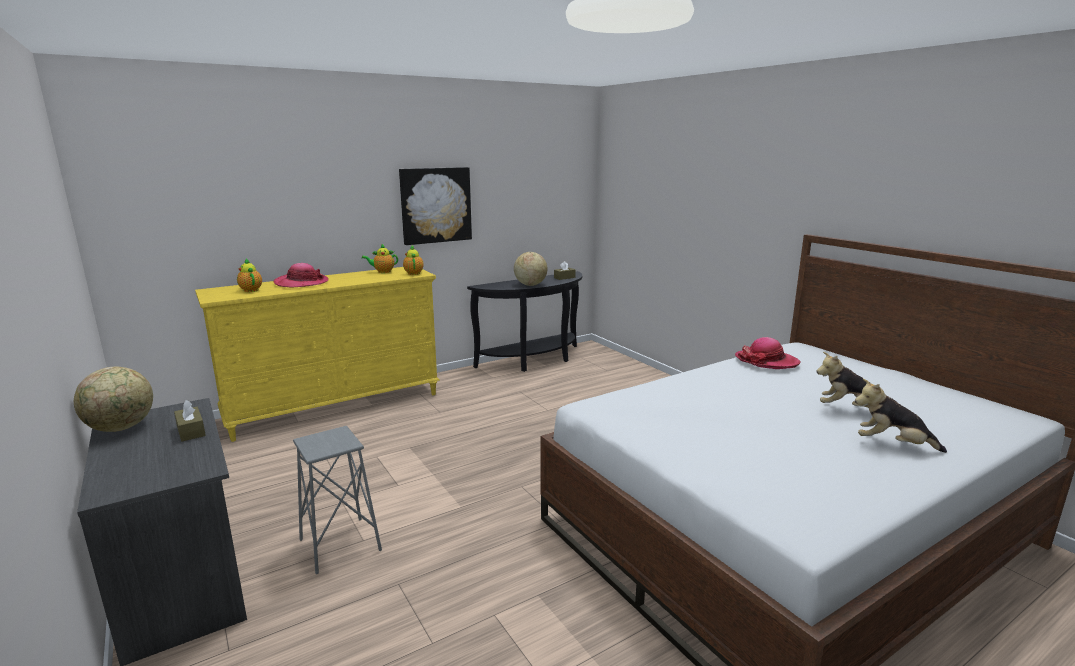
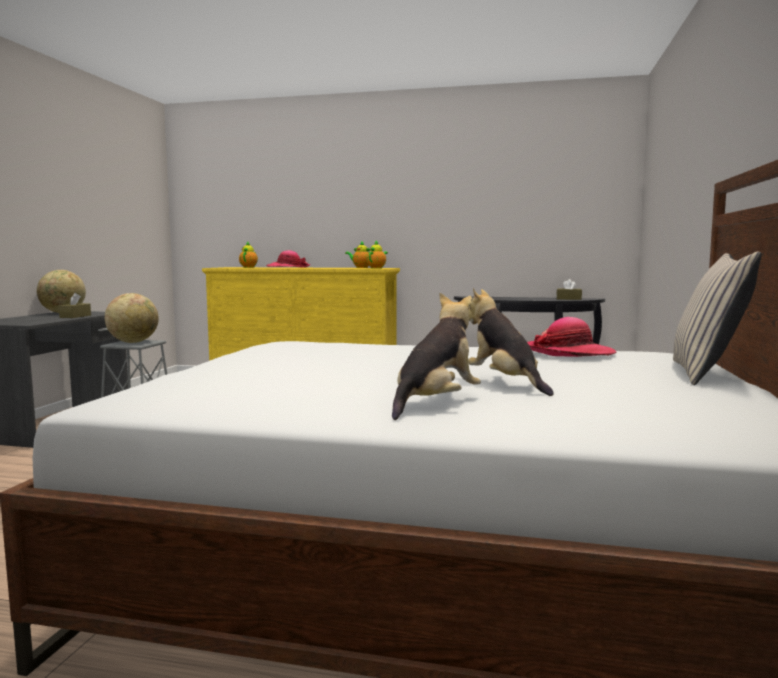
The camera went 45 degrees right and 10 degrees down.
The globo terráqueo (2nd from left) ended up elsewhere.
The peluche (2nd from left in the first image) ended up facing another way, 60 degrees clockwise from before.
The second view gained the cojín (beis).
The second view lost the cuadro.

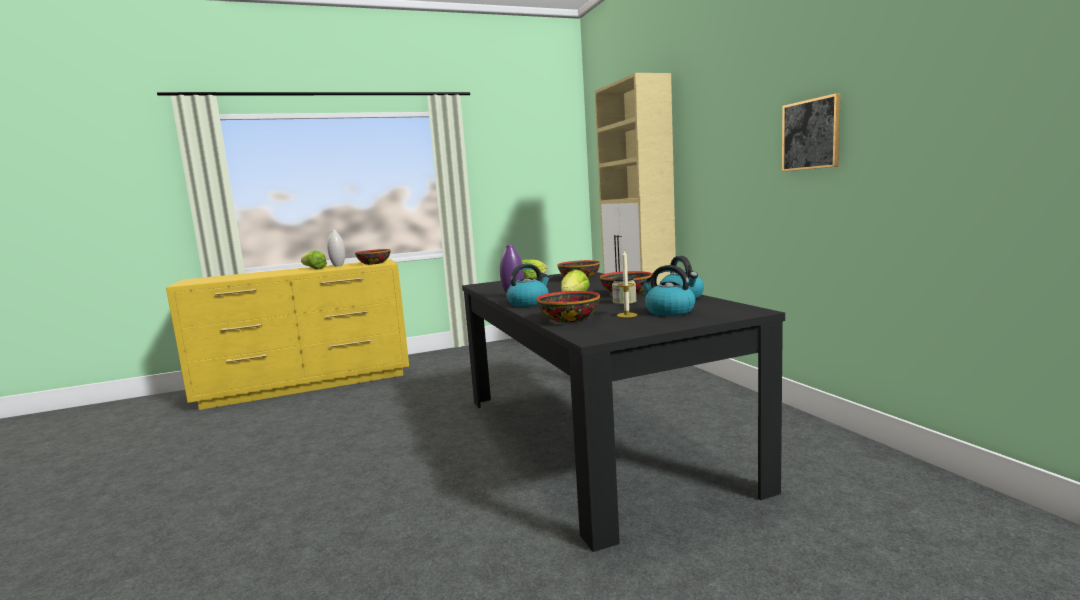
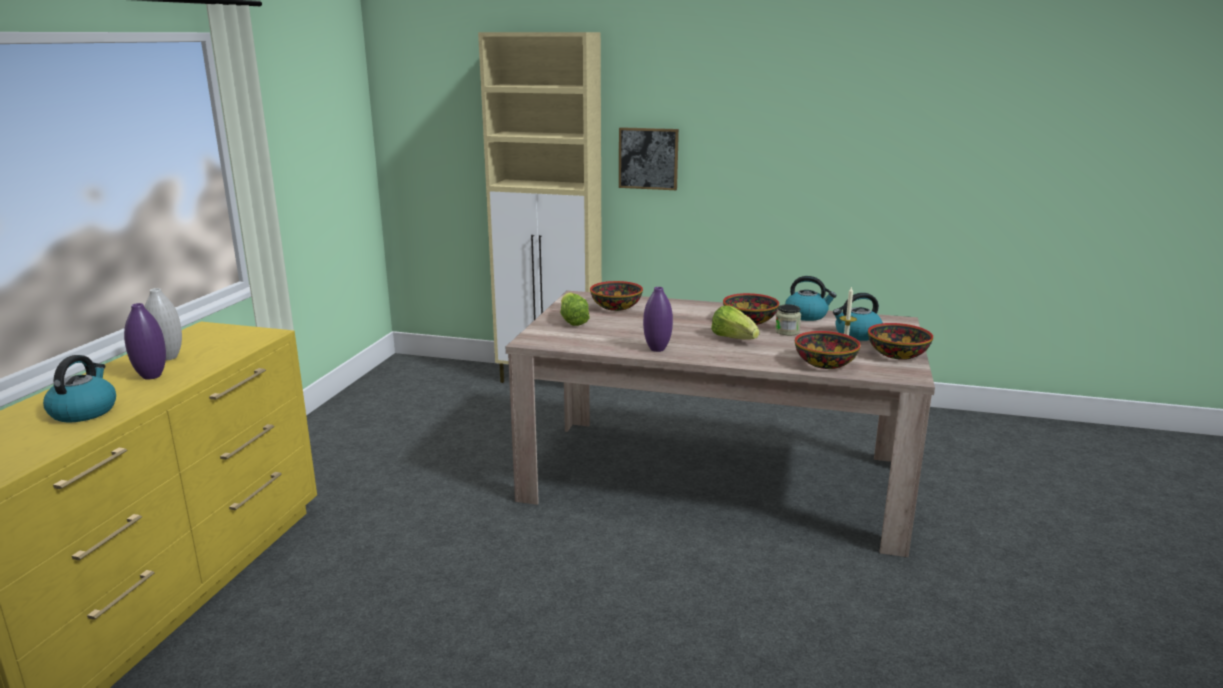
The camera went 55 degrees left and 10 degrees up.
The hervidor (1st from left) ended up elsewhere.
Where the lechuga (1st from left) stood, the florero (morado) (1st from left) came to stand.
What was the mesa de comedor (negro) turned into the mesa de comedor (beis).
The cuadro ended up elsewhere.
The cuenco (1st from left in the first image) ended up elsewhere.

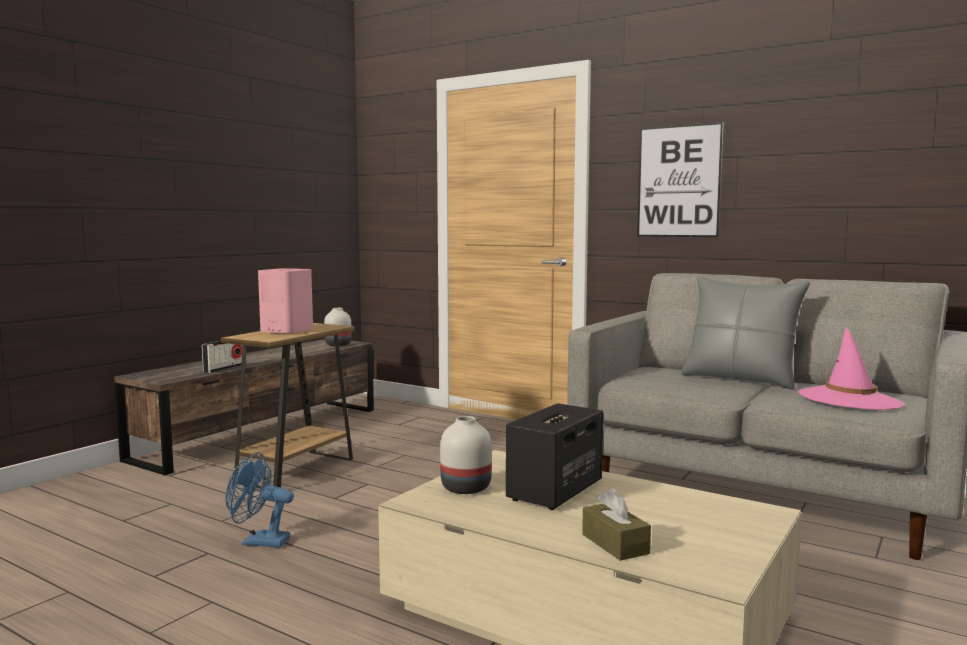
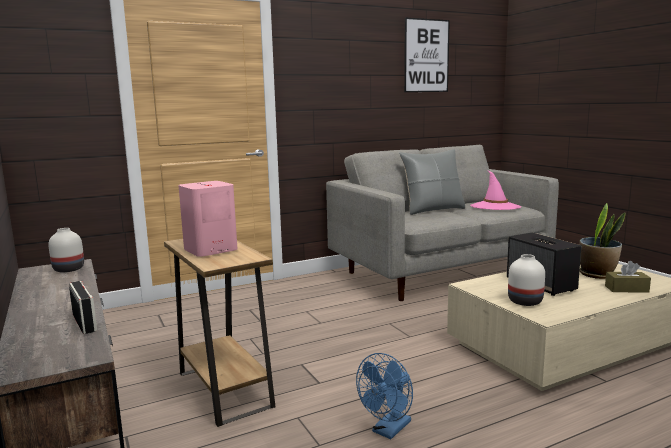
The camera went 60 degrees left and 5 degrees up.
The cuadro ended up elsewhere.
The second view gained the planta en maceta.

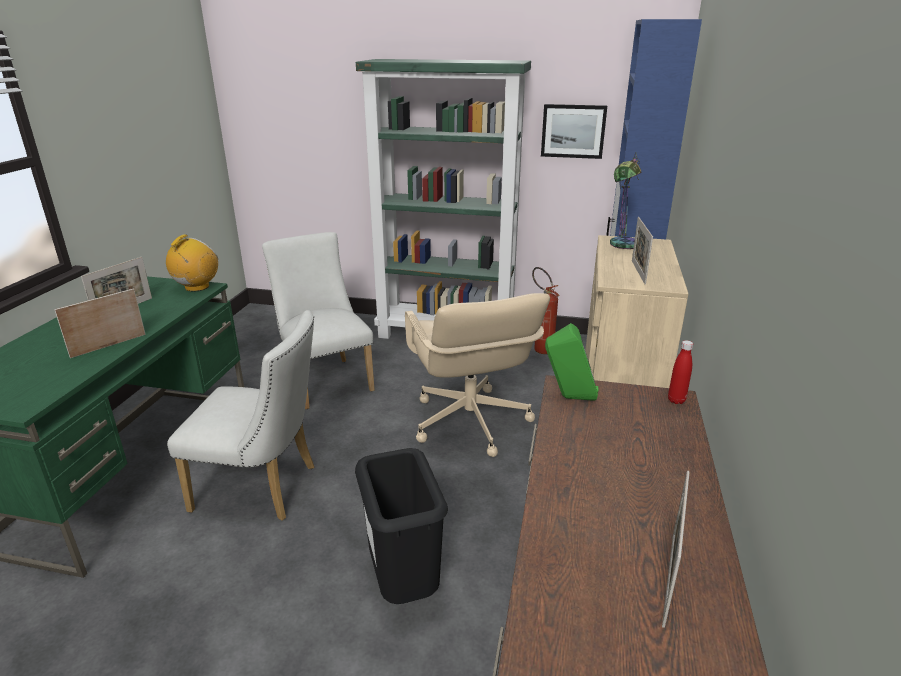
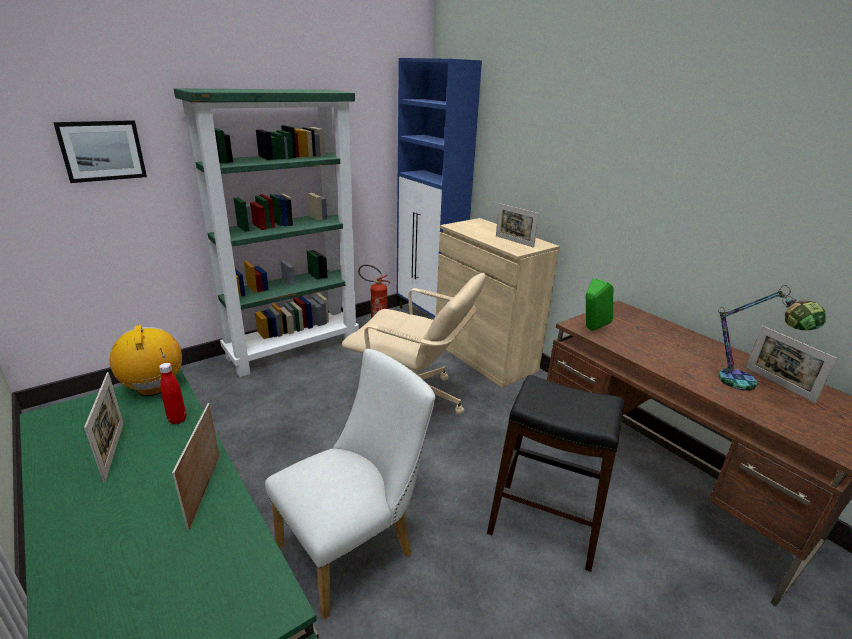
The camera went 50 degrees left and 0 degrees up.
The cuadro ended up elsewhere.
The botella (rojo) ended up elsewhere.
Where the papelera (negro) stood, the taburete (negro) came to stand.
The lámpara de mesa ended up elsewhere.
The second view lost the silla (blanco) (2nd from left).

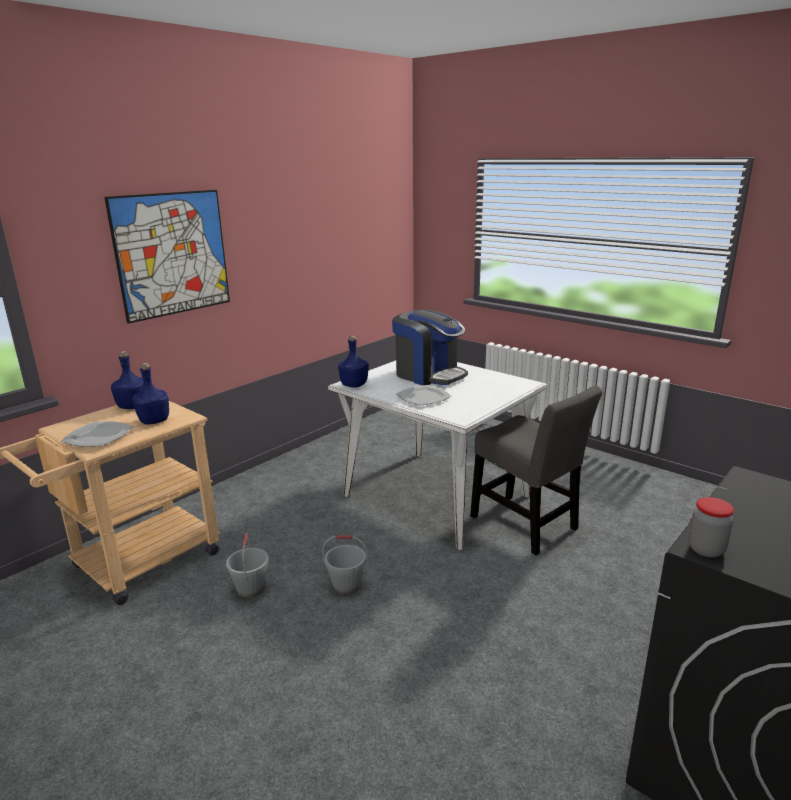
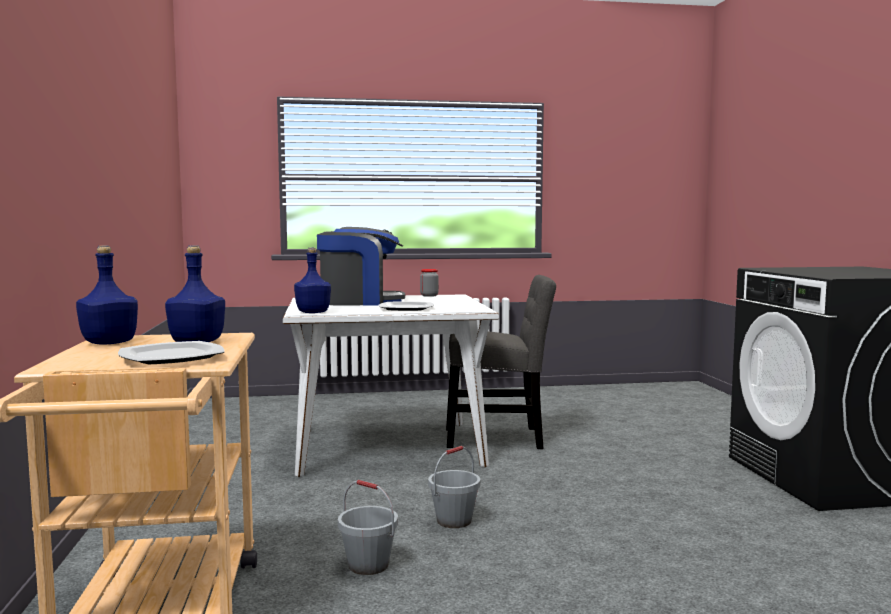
The camera went 50 degrees left and 15 degrees down.
The tarro ended up elsewhere.
The second view lost the cuadro.

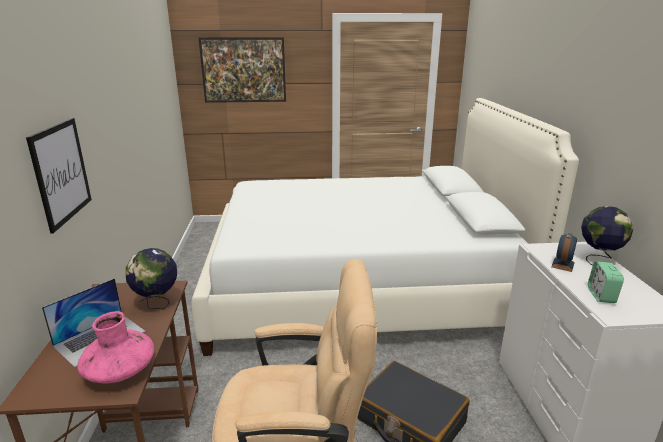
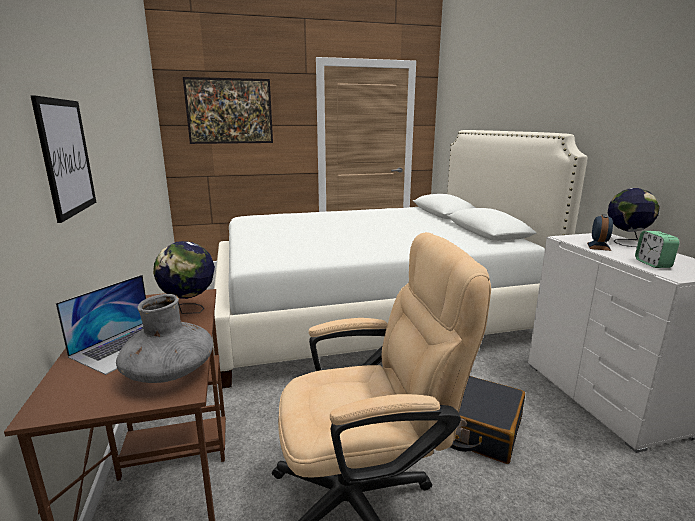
The camera went 10 degrees left and 5 degrees down.
What was the florero (rosa) turned into the florero (gris).

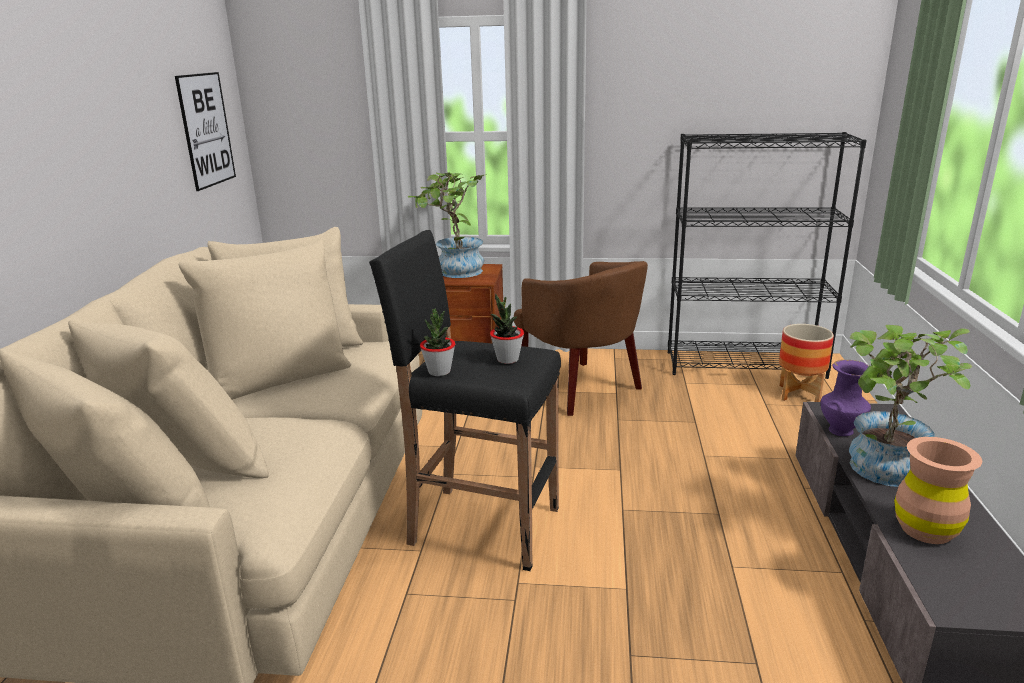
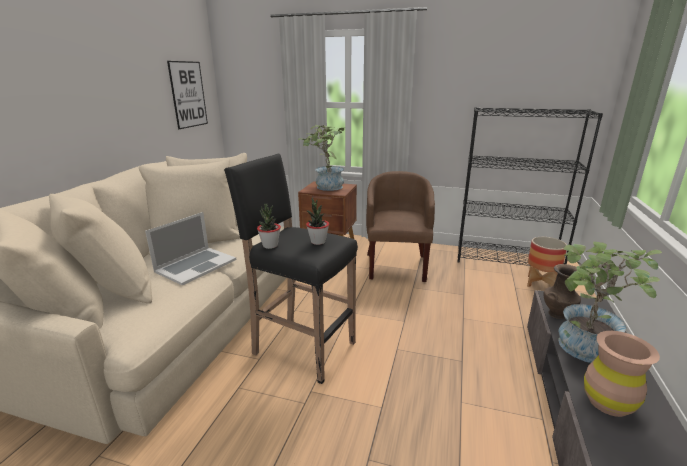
The camera went 10 degrees right and 0 degrees up.
The second view gained the portátil.
The sillón (marrón) ended up facing another way, 150 degrees counterclockwise from before.
What was the florero (morado) turned into the florero (marrón) (1st from left).

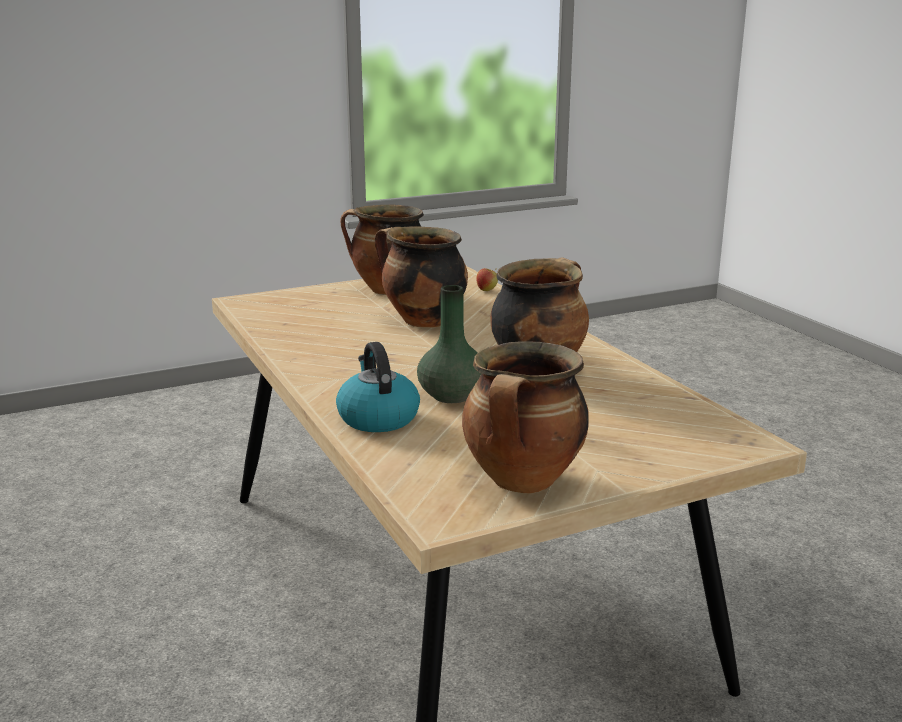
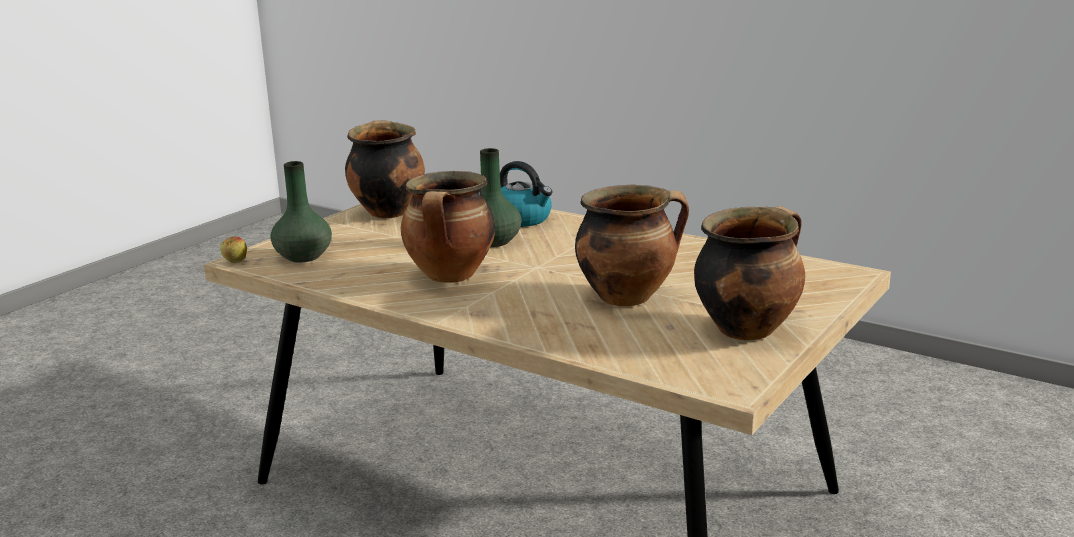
The camera went 150 degrees right and 0 degrees up.
The manzana ended up elsewhere.
The second view gained the florero (verde) (1st from left).

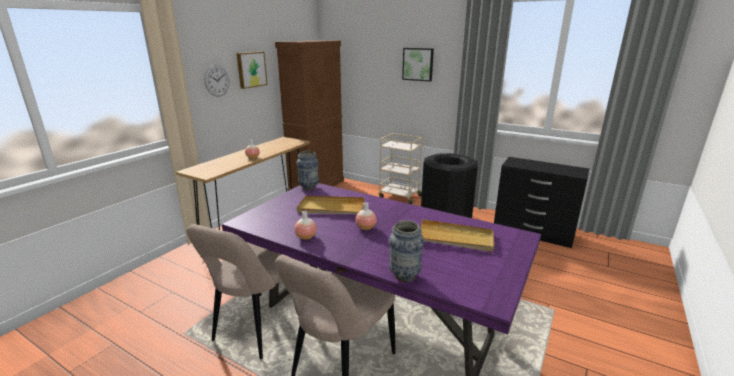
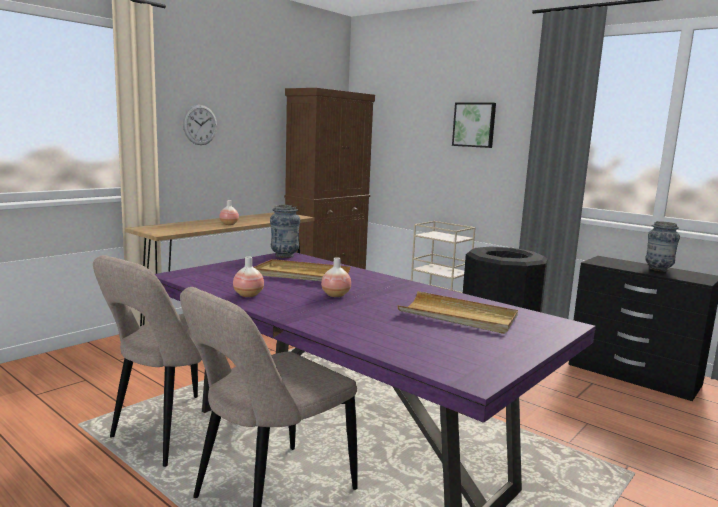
The camera went 10 degrees right and 10 degrees down.
The florero (5th from left) ended up elsewhere.
The second view lost the cuadro (1st from left).

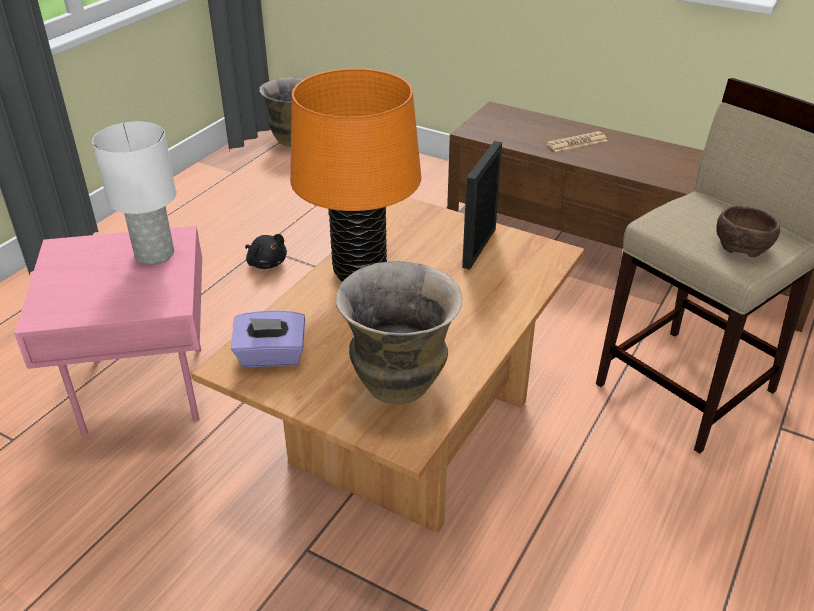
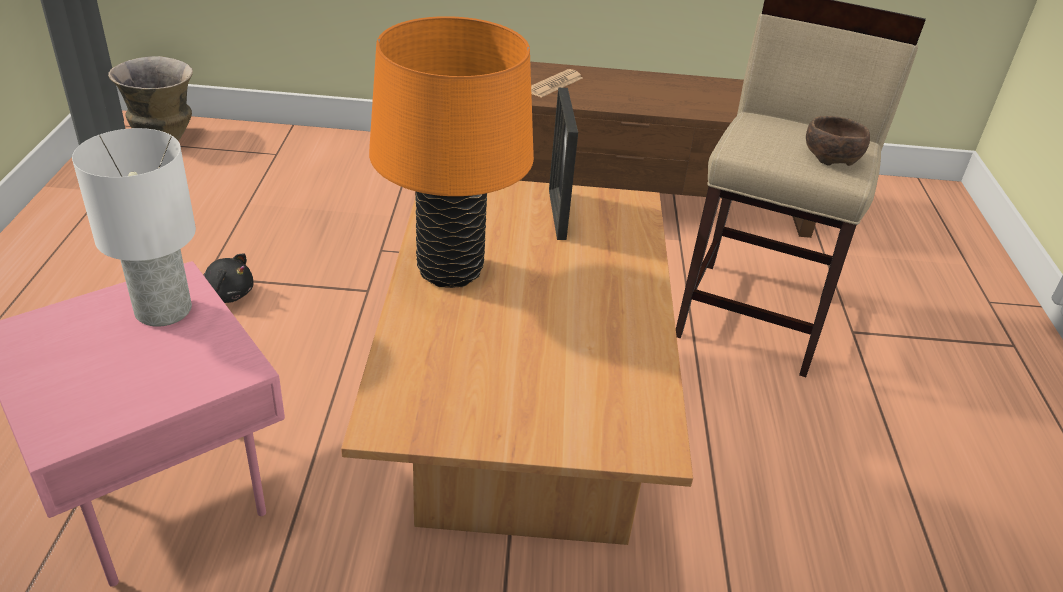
The camera went 30 degrees left and 0 degrees up.
The second view lost the caja de pañuelos (morado).
The second view lost the florero (2nd from left).

